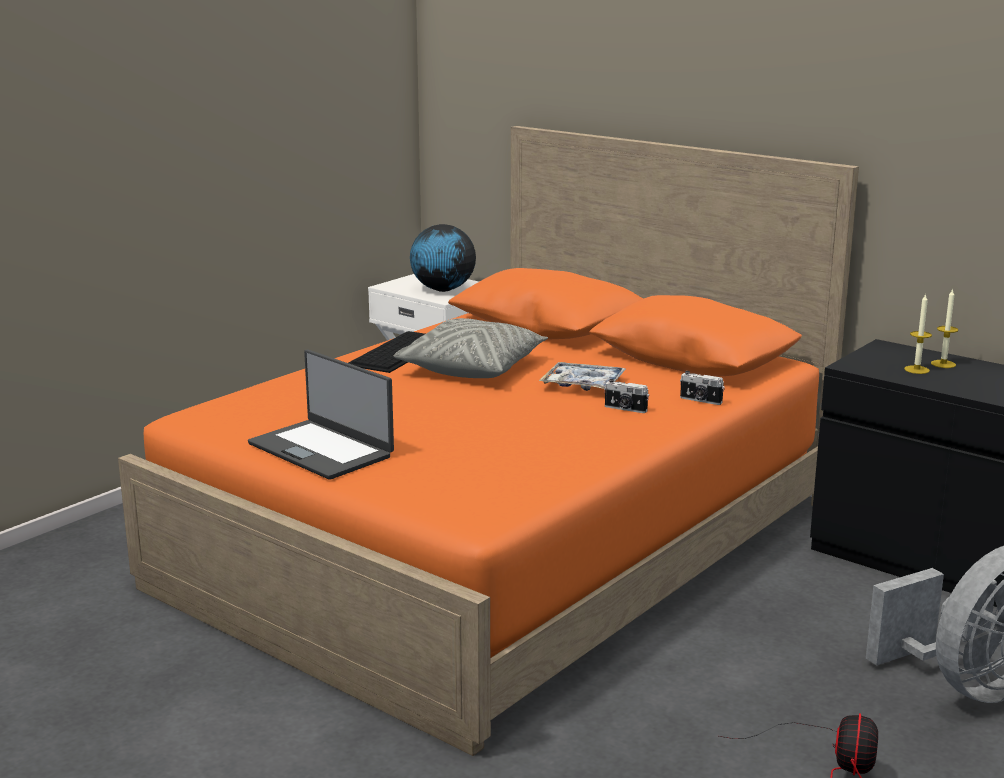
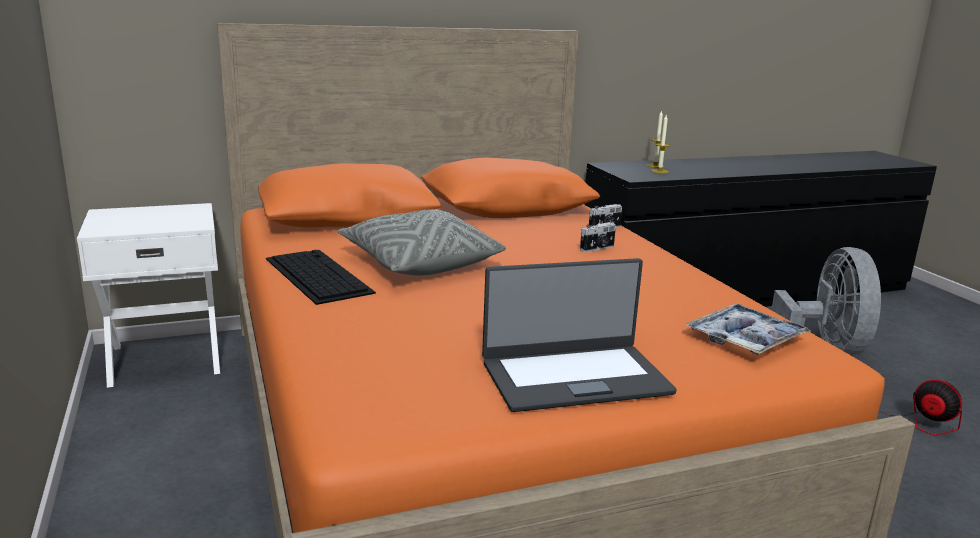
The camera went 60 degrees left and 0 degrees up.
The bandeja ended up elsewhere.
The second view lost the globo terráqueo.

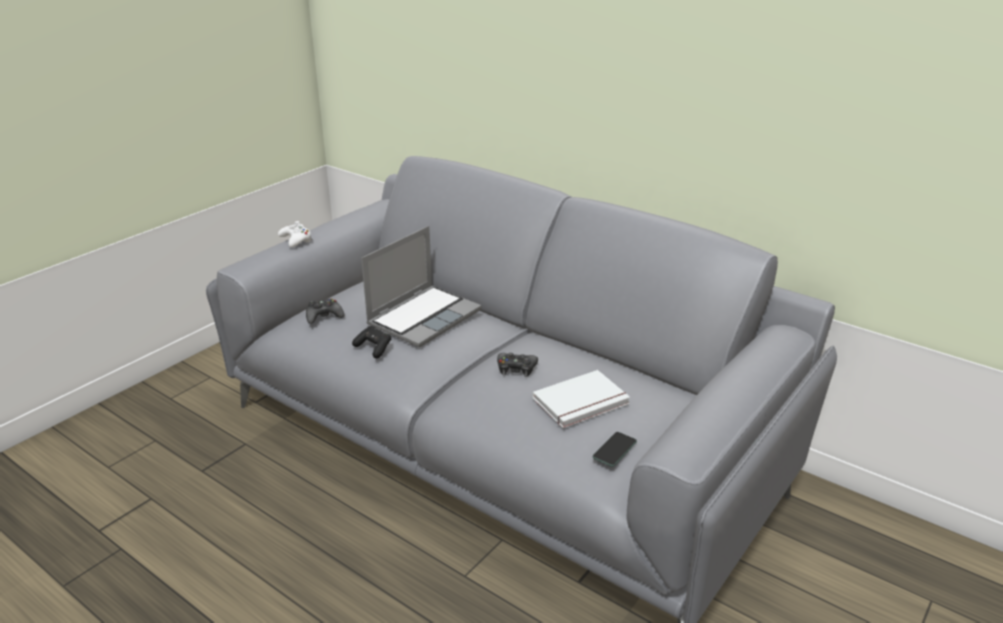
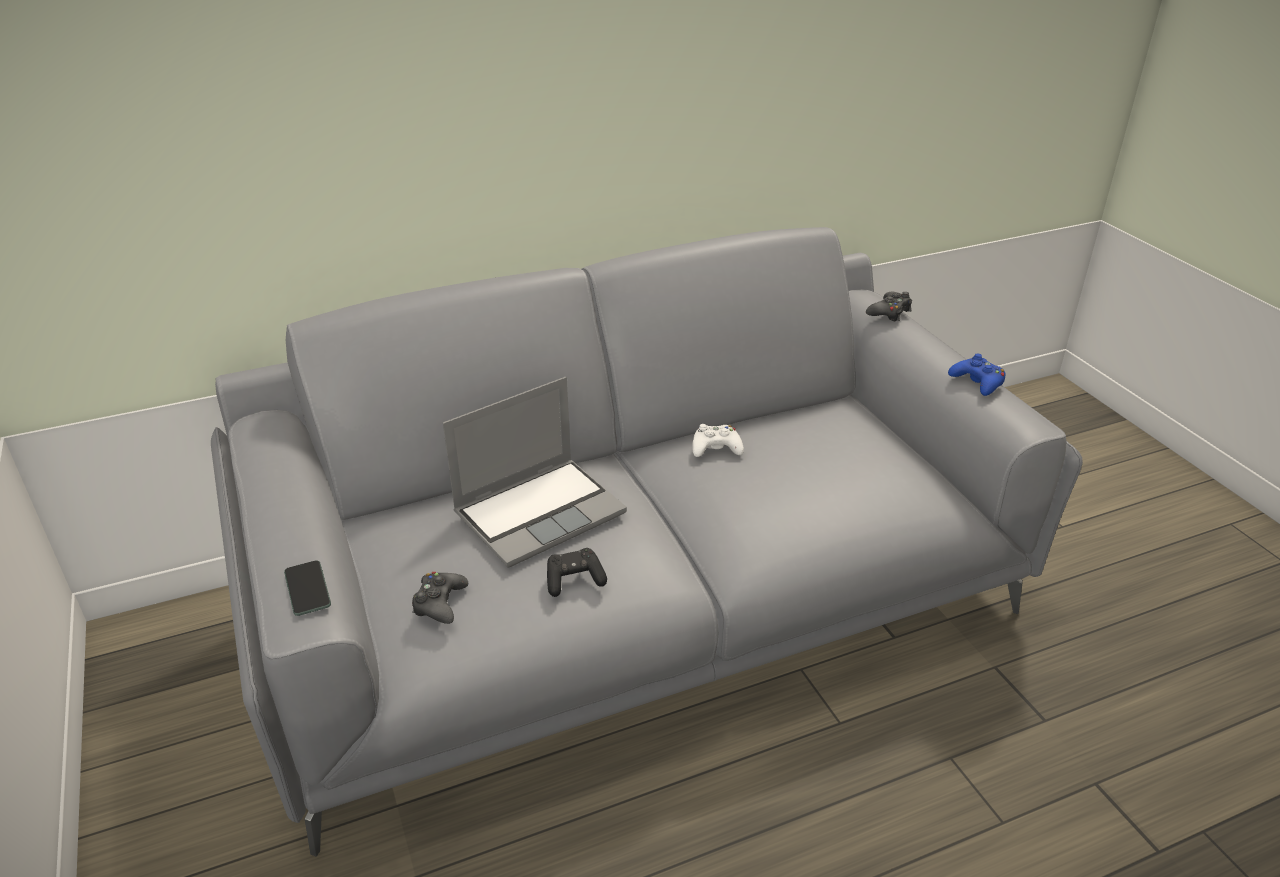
The camera went 60 degrees left and 5 degrees up.
The móvil ended up elsewhere.
The portátil ended up facing another way, 75 degrees clockwise from before.
The mando de consola (blanco) ended up elsewhere.
The mando de consola (negro) (3rd from left) ended up elsewhere.
The second view gained the mando de consola (azul).
The second view lost the libro (blanco).

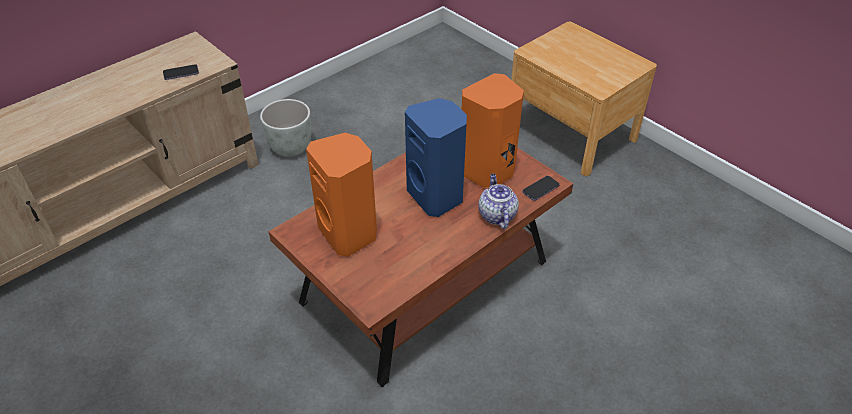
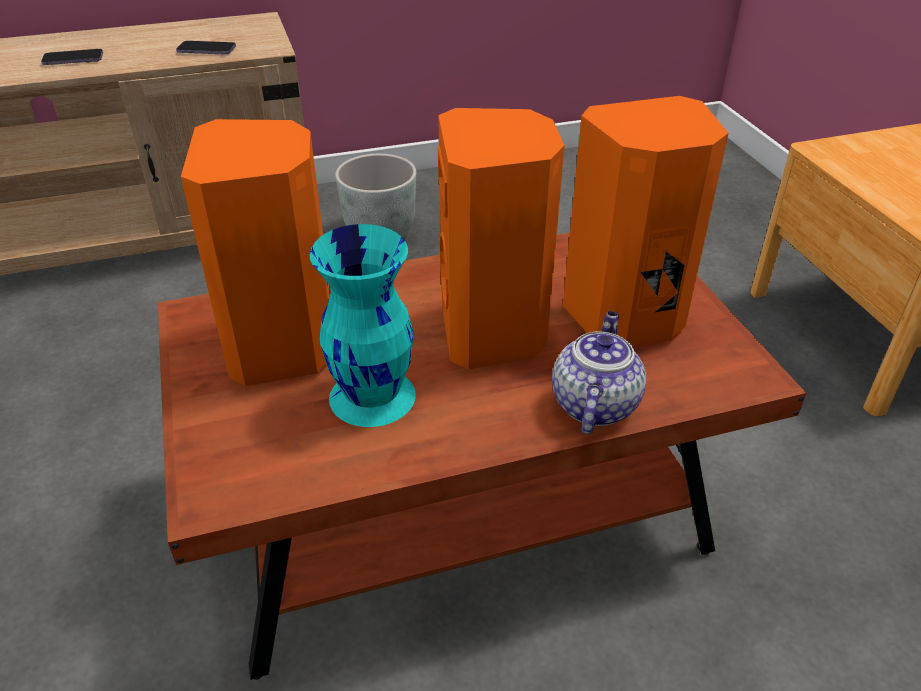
The camera went 25 degrees right and 5 degrees down.
The móvil (2nd from left in the first image) ended up elsewhere.
The second view gained the florero (turquesa).
What was the altavoz (azul) turned into the altavoz (naranja) (2nd from left).

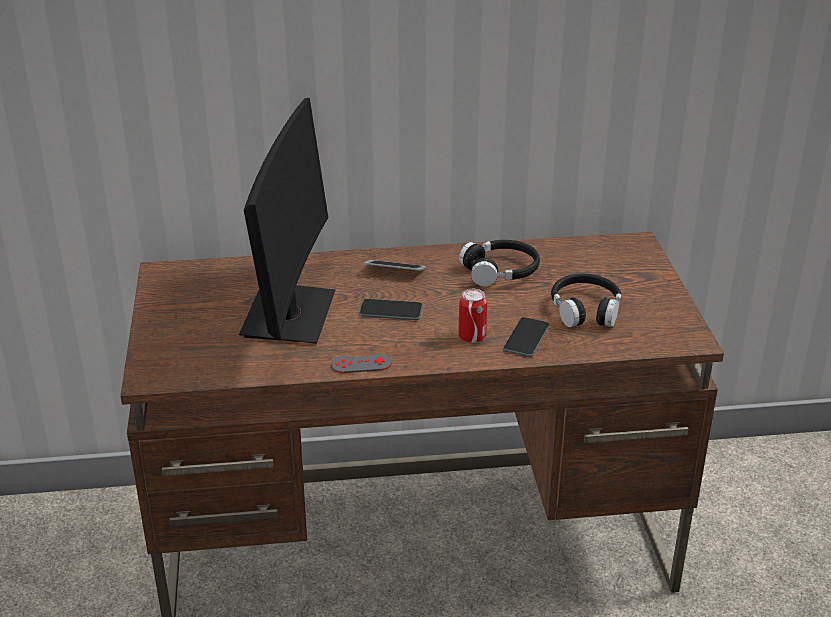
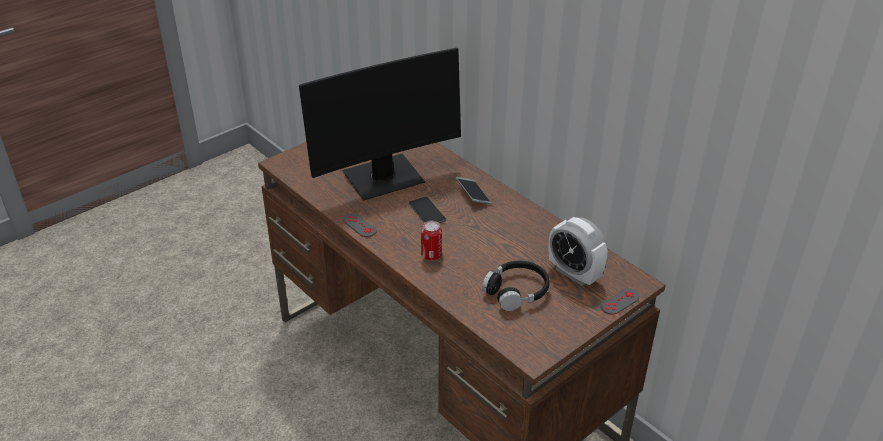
The camera went 55 degrees right and 5 degrees up.
The second view gained the despertador.
The second view gained the mando de consola (gris) (2nd from left).
The second view lost the auriculares (negro) (1st from left).
The second view lost the móvil (3rd from left).

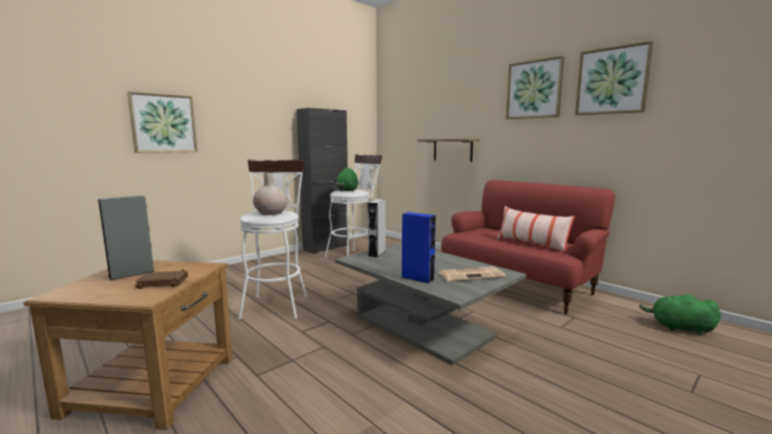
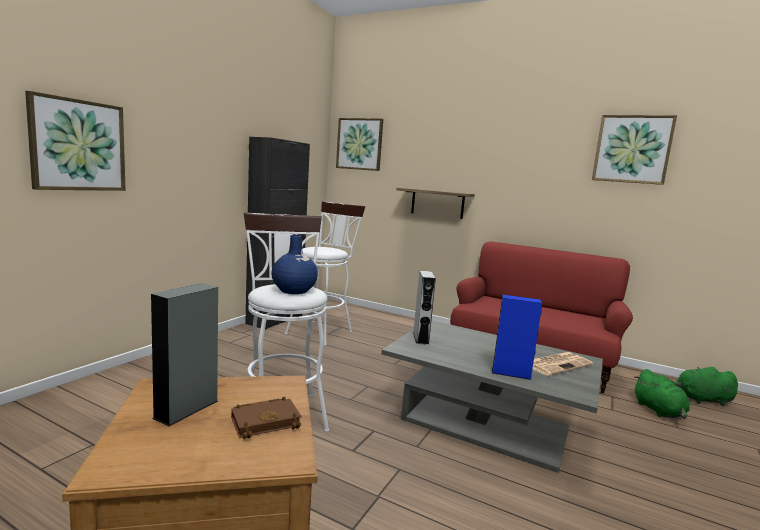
The camera went 20 degrees left and 0 degrees up.
What was the florero (beis) turned into the florero (azul).
The cuadro (2nd from left) ended up elsewhere.
The peluche (verde) (1st from left) ended up elsewhere.
The second view lost the cojín.

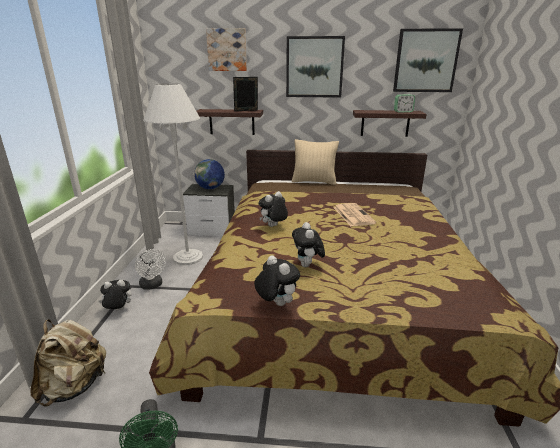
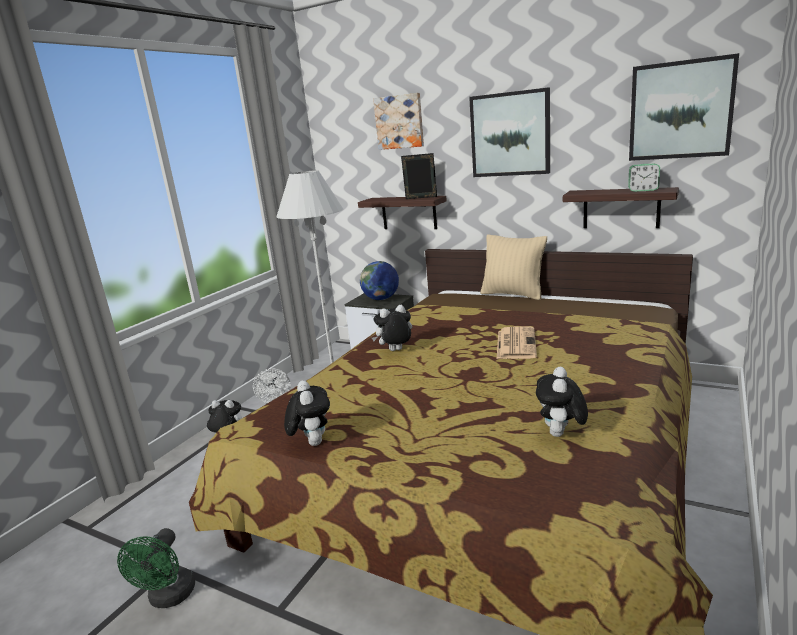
The camera went 25 degrees right and 5 degrees down.
The peluche (4th from left) ended up elsewhere.
The second view lost the mochila (beis).

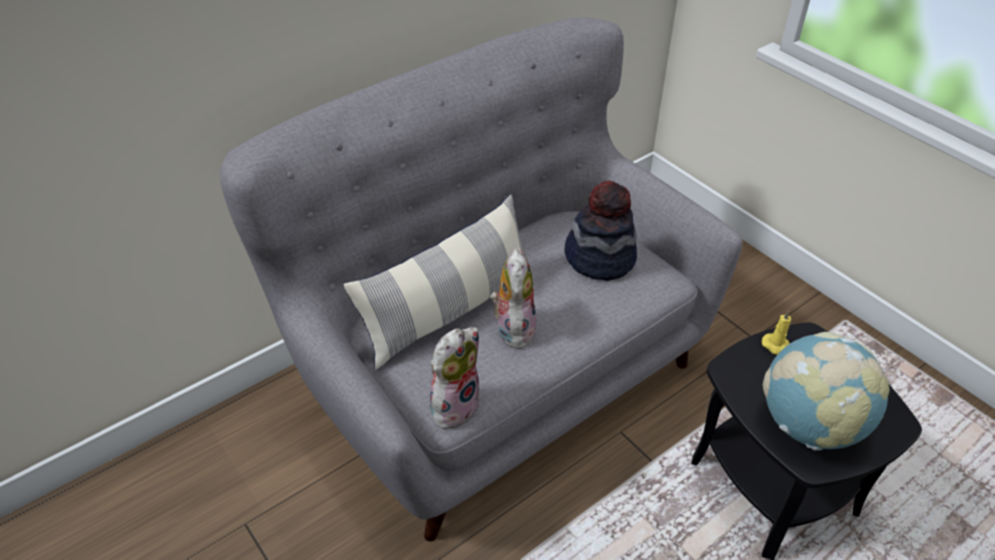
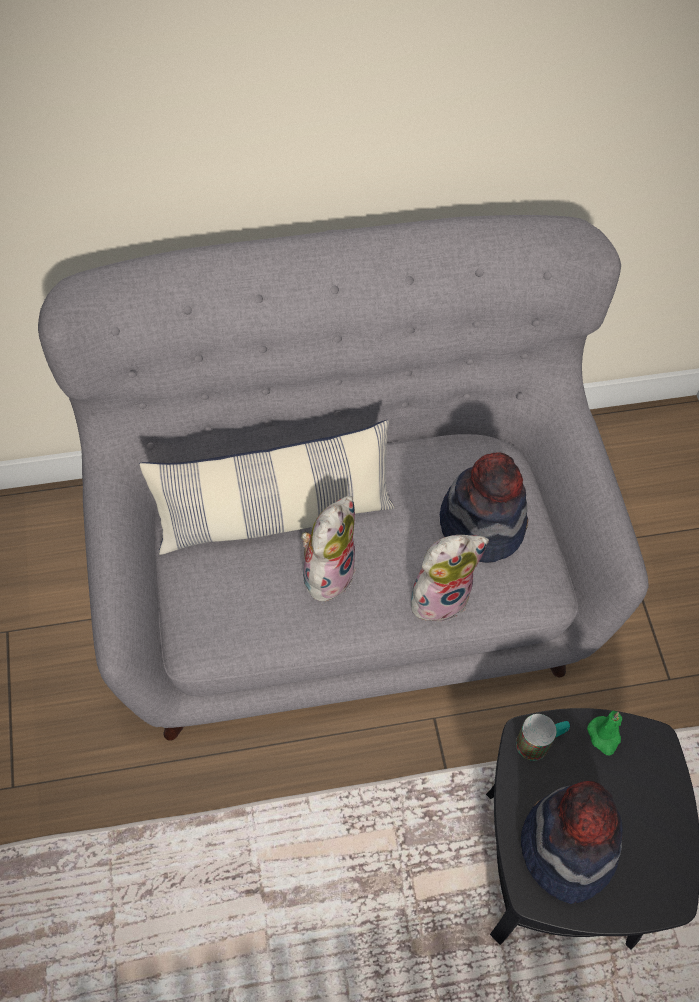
The camera went 25 degrees right and 15 degrees up.
The peluche (1st from left in the first image) ended up elsewhere.
The second view gained the taza grande.
Where the globo terráqueo stood, the sombrero (2nd from left) came to stand.
What was the vela (amarillo) turned into the vela (verde).

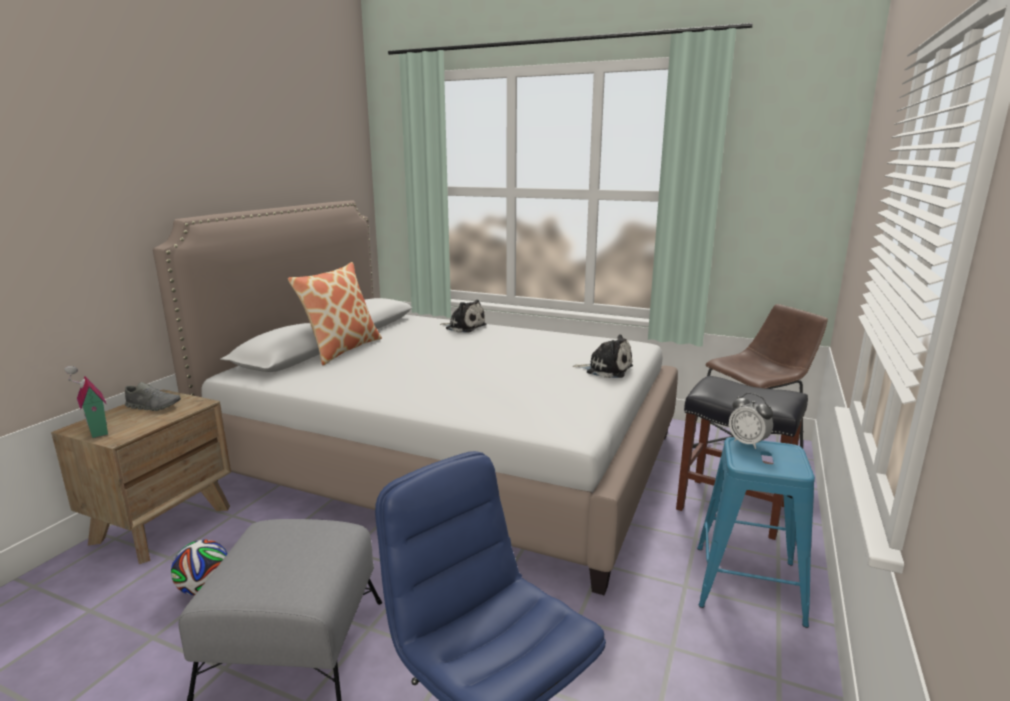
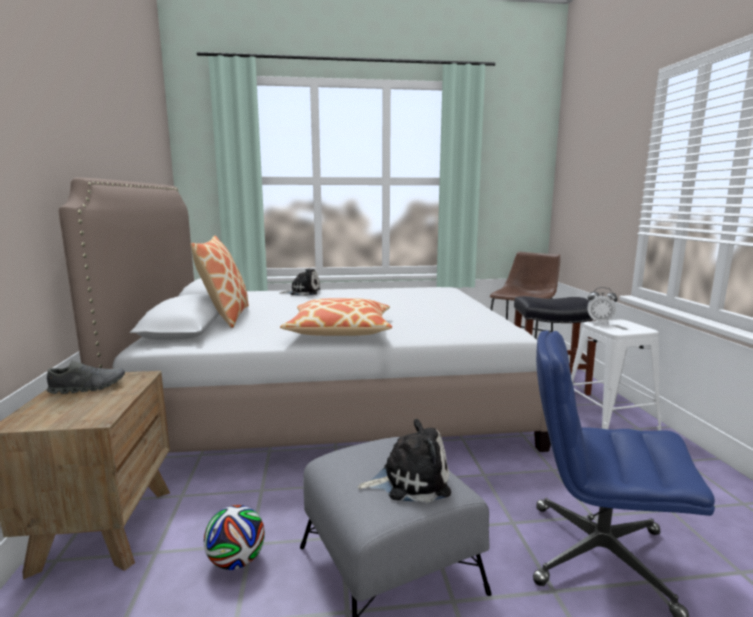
The camera went 30 degrees left and 5 degrees down.
The second view gained the cojín (2nd from left).
The peluche (2nd from left) ended up elsewhere.
What was the taburete (azul) turned into the taburete (blanco).
The second view lost the casita.

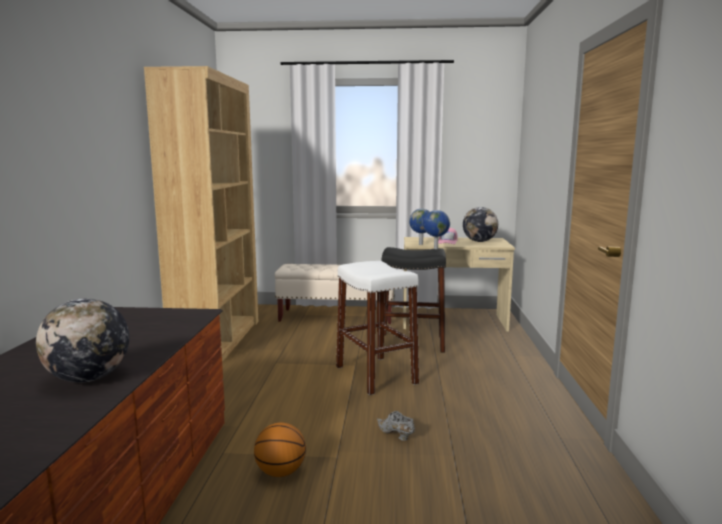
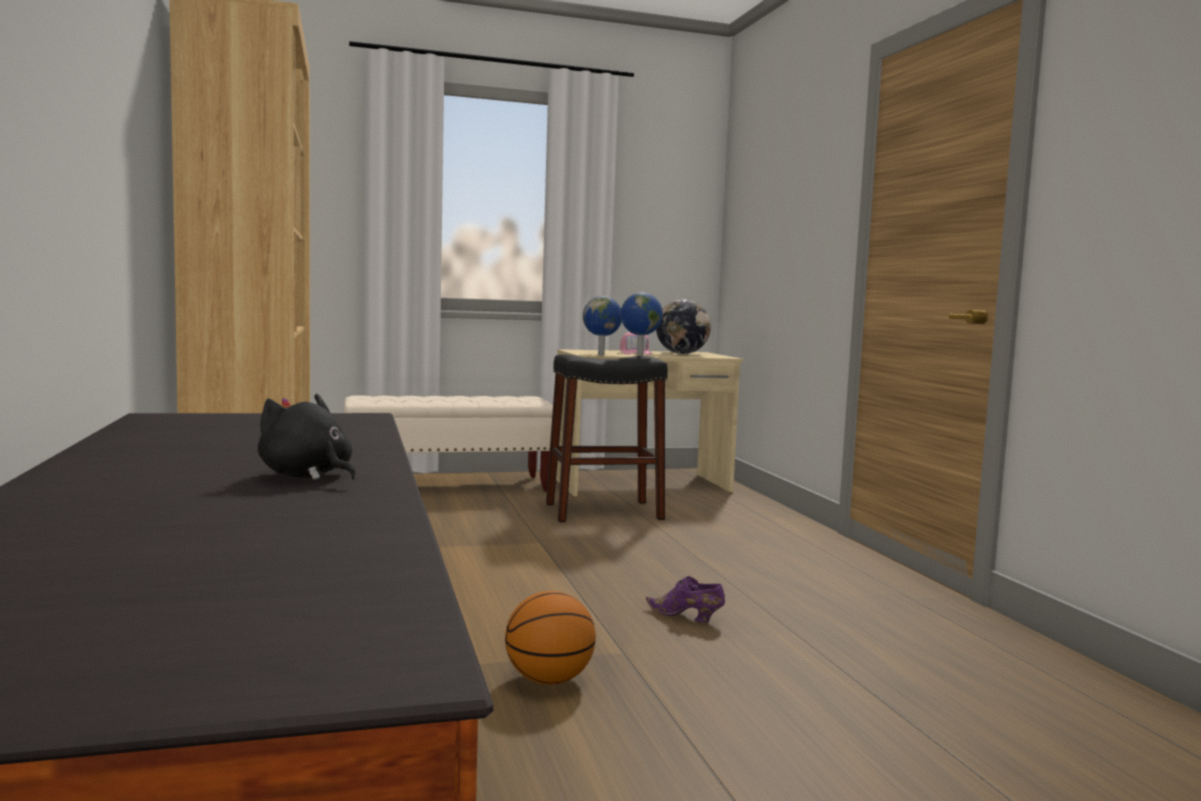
The camera went 20 degrees left and 5 degrees down.
Where the globo terráqueo (1st from left) stood, the peluche (negro) came to stand.
What was the zapato (gris) turned into the zapato (morado).
The second view lost the taburete (blanco).

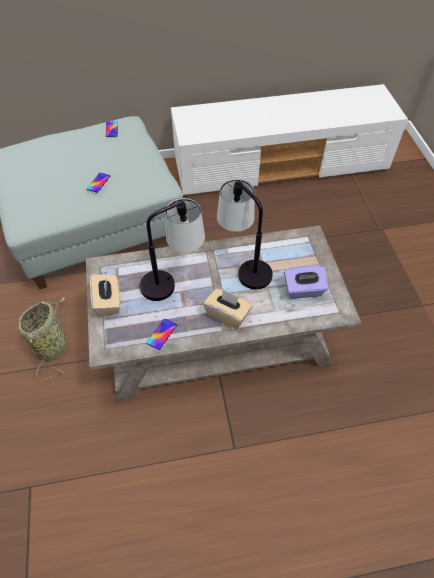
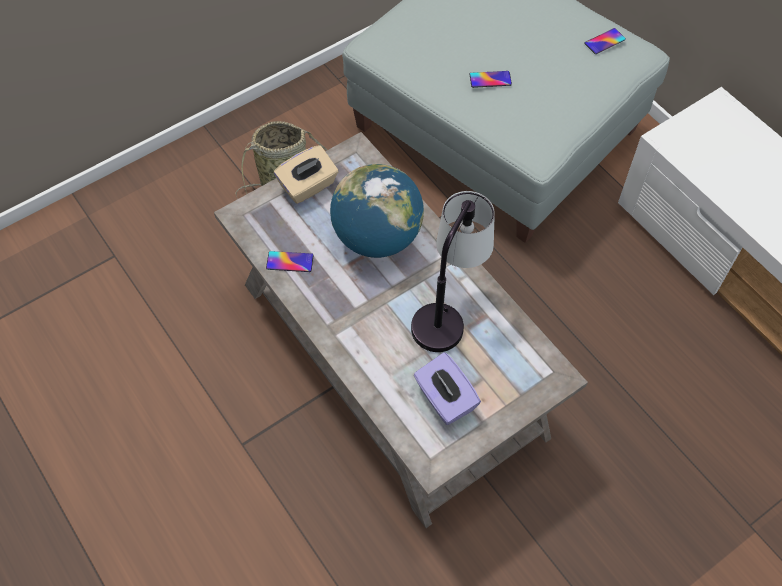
The camera went 65 degrees right and 5 degrees up.
Where the lámpara de mesa (1st from left) stood, the globo terráqueo came to stand.
The second view lost the caja de pañuelos (beis) (2nd from left).

